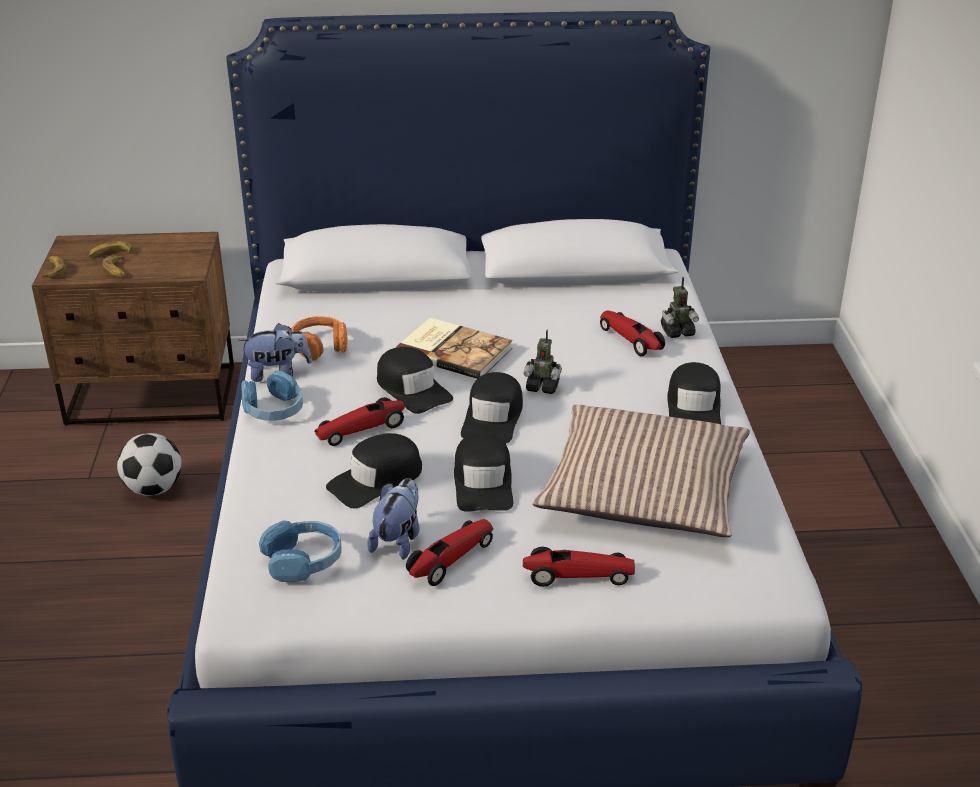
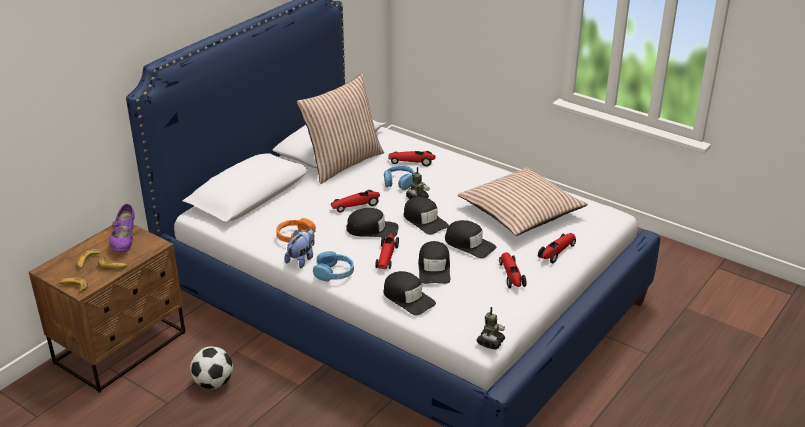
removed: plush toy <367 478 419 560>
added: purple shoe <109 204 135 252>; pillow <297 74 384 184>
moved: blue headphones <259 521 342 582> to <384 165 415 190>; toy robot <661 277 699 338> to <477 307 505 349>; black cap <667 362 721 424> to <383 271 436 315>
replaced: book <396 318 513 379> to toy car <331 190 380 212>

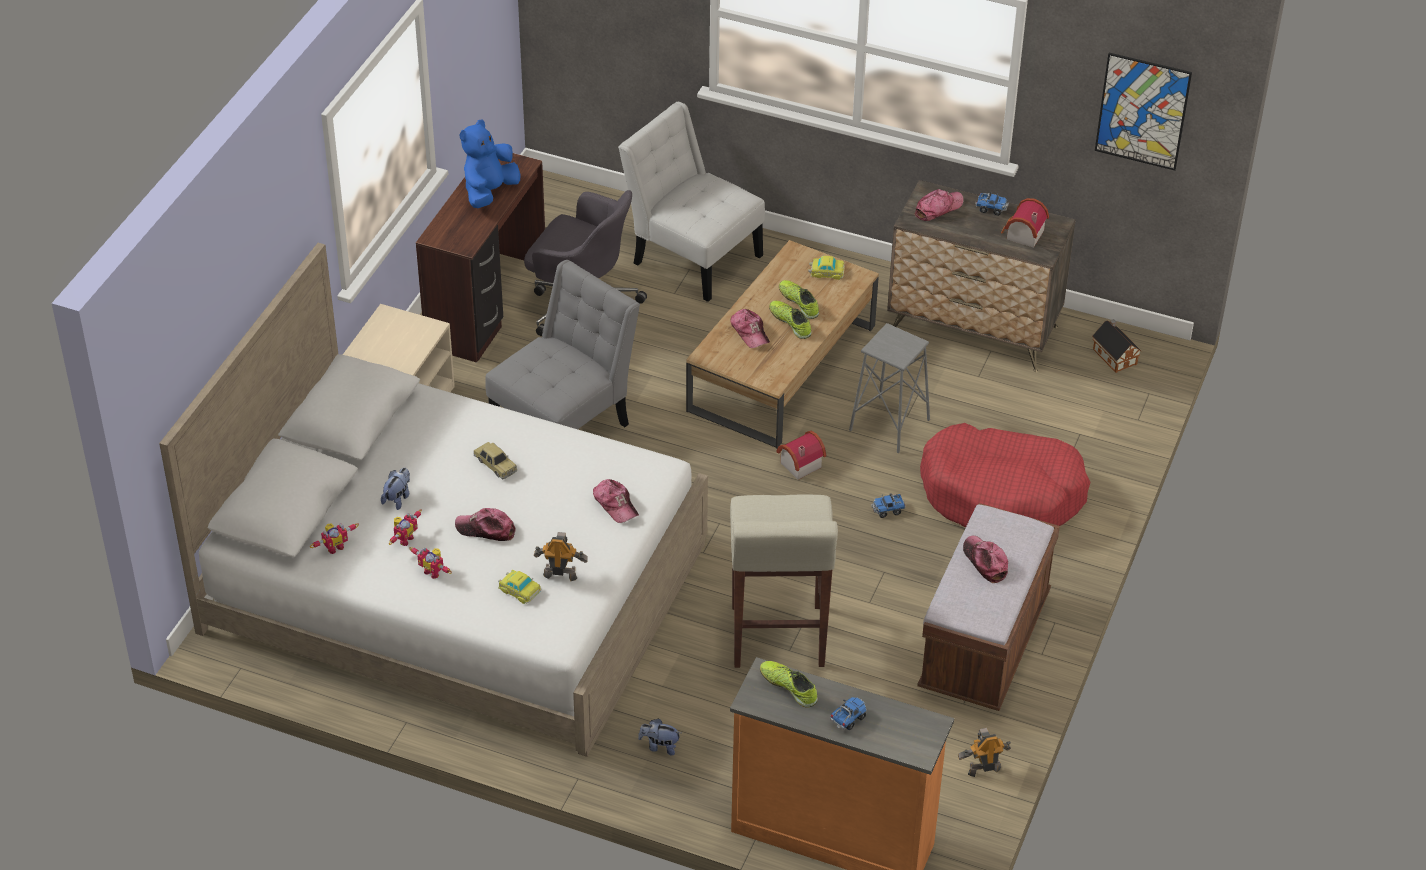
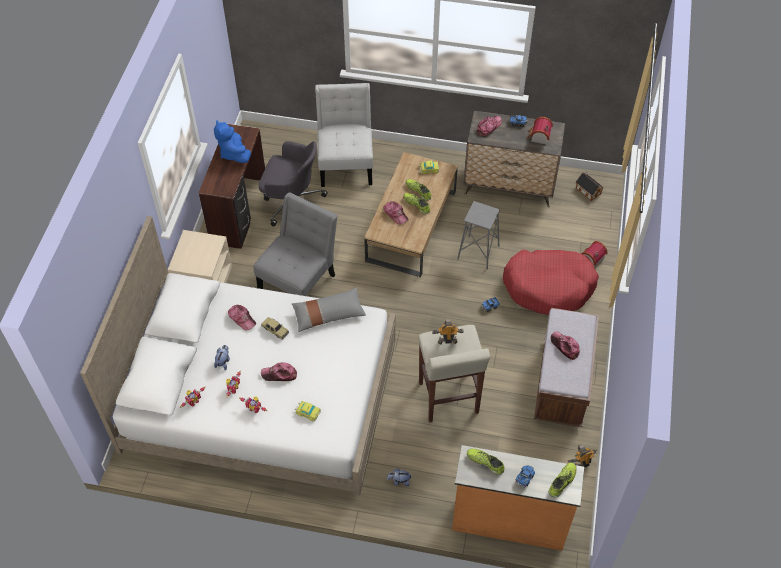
removed: picture <1095 53 1192 171>
added: grey pillow <292 288 366 332>; shoe <549 462 576 497>
moved: toy robot <534 532 587 581> to <432 319 464 345>; cap <593 479 639 523> to <228 305 256 331>; toy house <776 431 826 480> to <581 241 608 268>
turned: blue plush toy <460 119 521 208> = <214 120 251 163> 45 degrees counterclockwise; white chair <618 102 765 302> = <315 83 373 187> 60 degrees clockwise

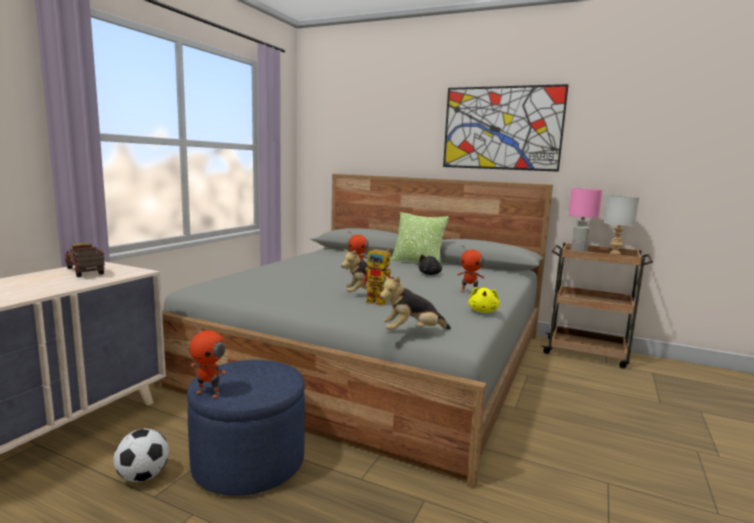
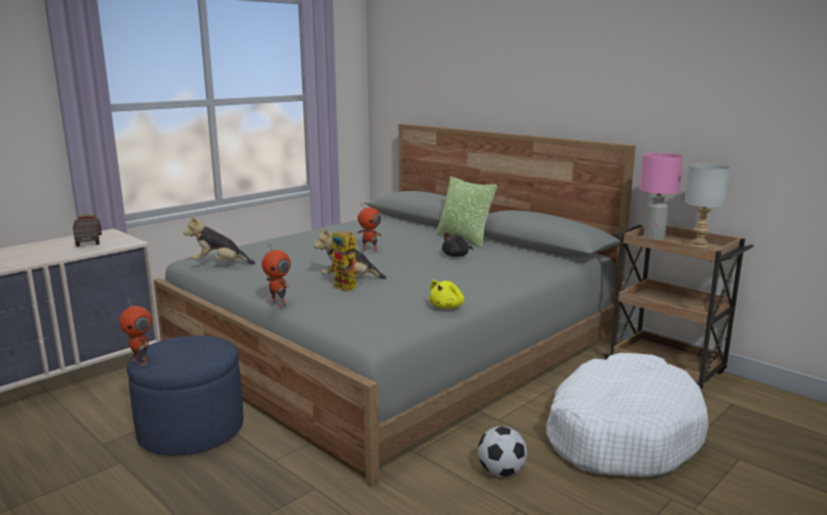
removed: picture <443 84 569 172>
added: white dog bed <546 353 709 478>
moved: football <113 429 169 482> to <478 426 527 477>; plush toy <380 274 451 330> to <183 216 255 264>; toy robot <457 245 485 292> to <262 243 291 307>

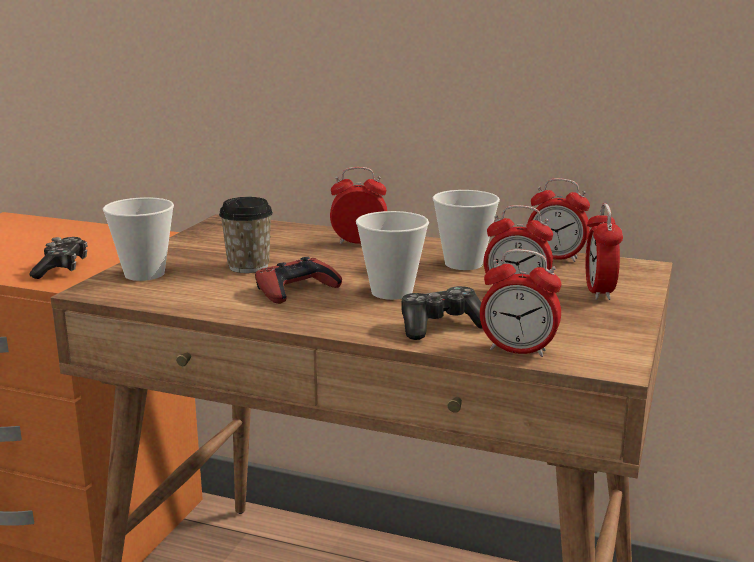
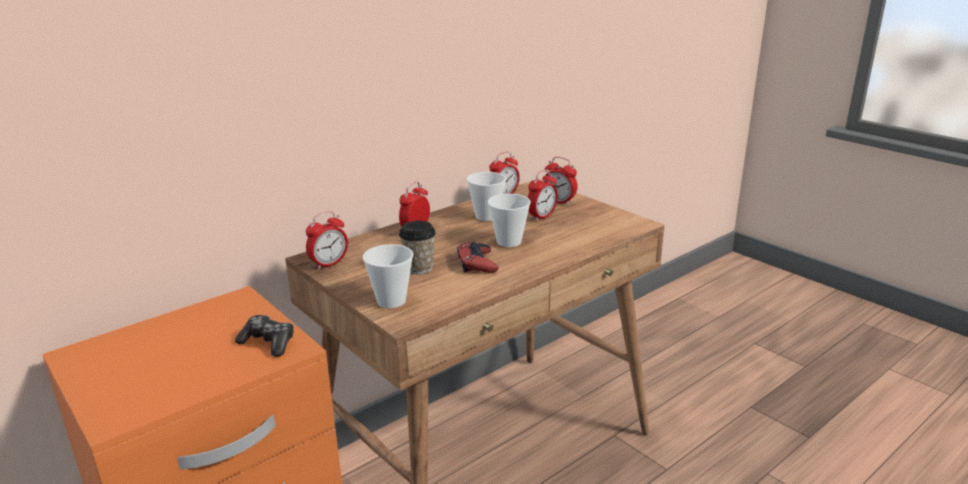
removed: game controller <402 286 482 340>
moved: alarm clock <480 249 561 357> to <306 211 348 270>

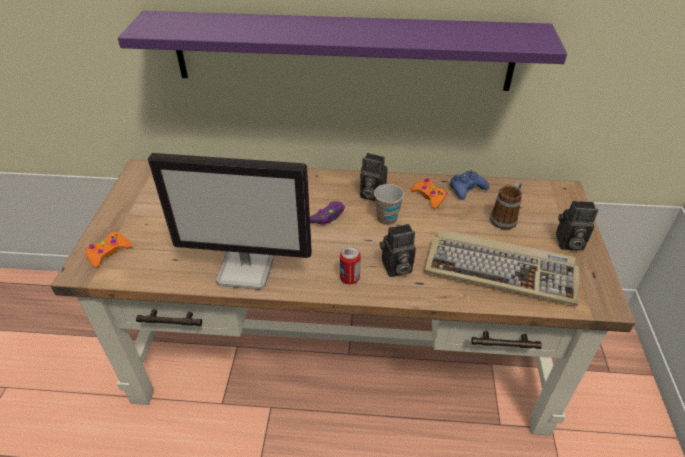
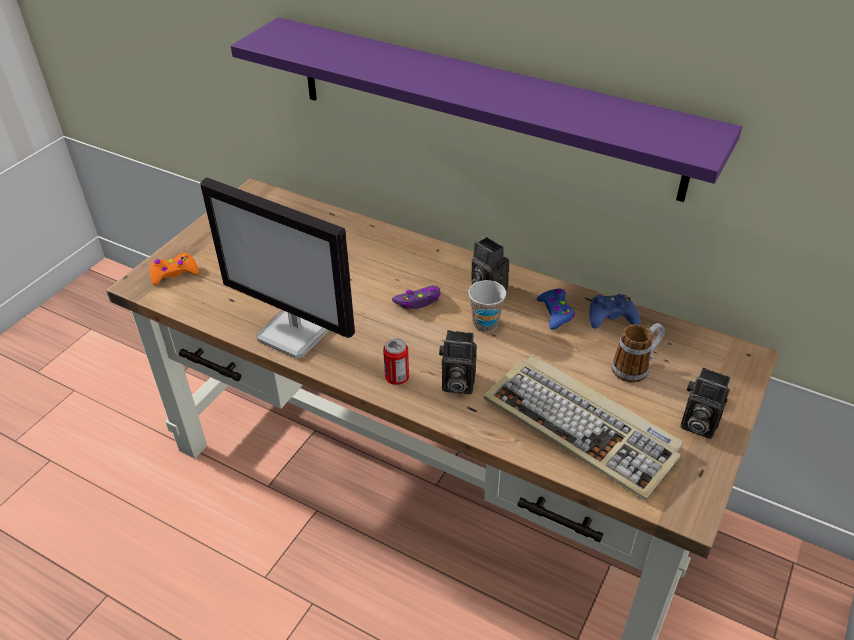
recoloured: orange game controller <410 178 447 209> to blue game controller <537 289 575 330>

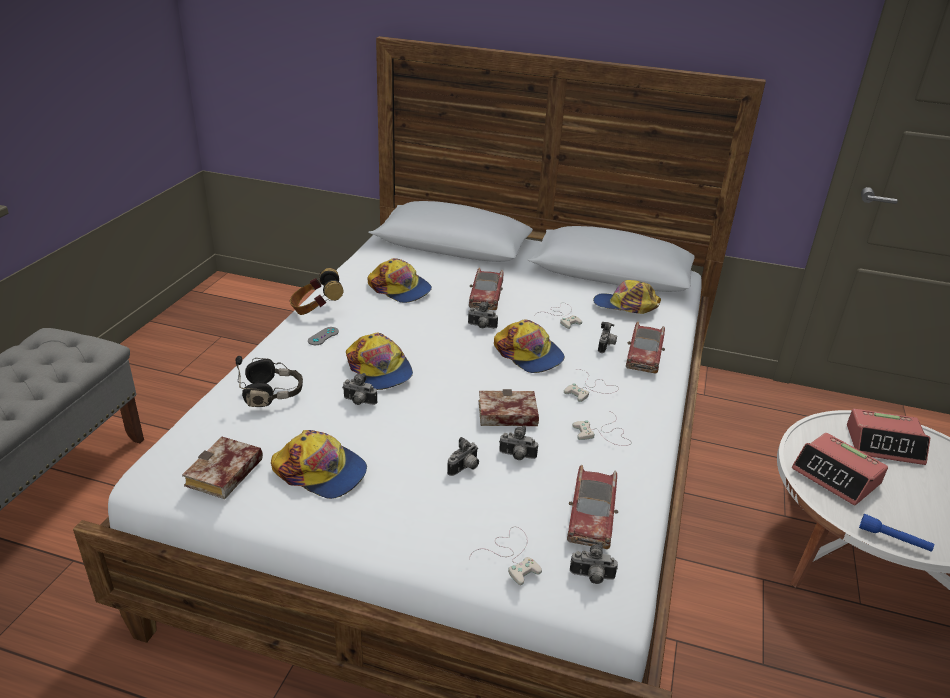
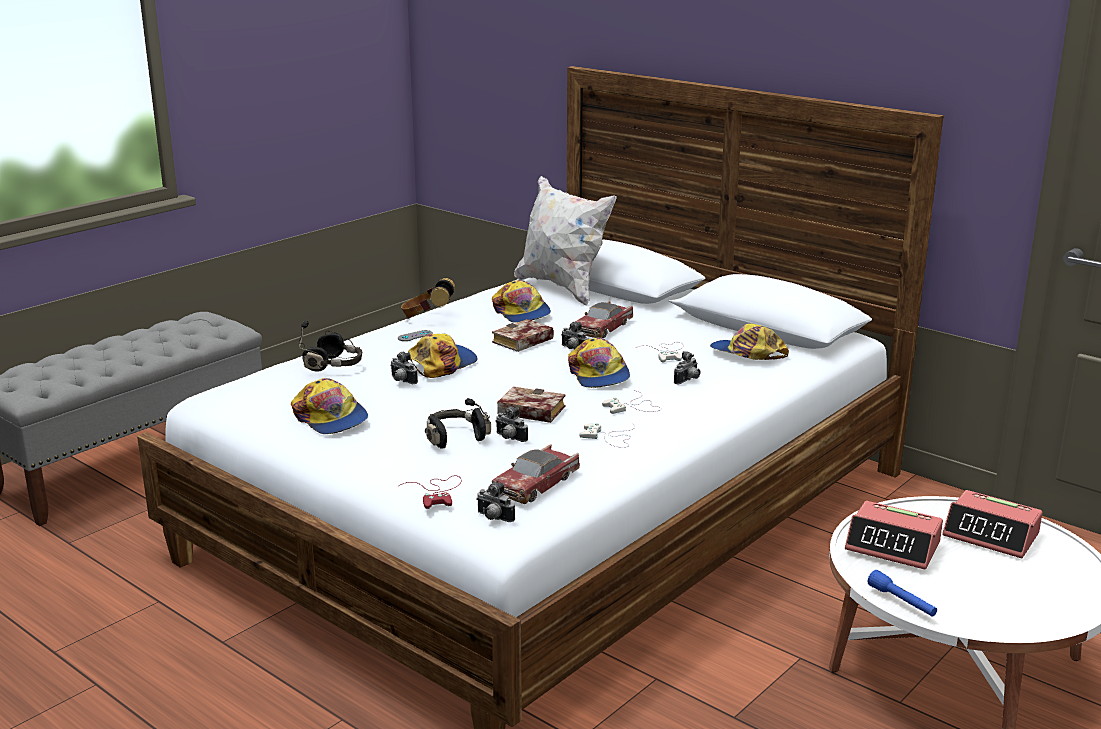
removed: toy car <626 321 665 374>
added: white pillow <514 176 617 306>
moved: book <182 437 263 499> to <492 319 554 352>
replaced: photo camera <447 437 479 476> to black headphones <425 398 491 449>
recoloured: white game controller <469 527 542 585> to red game controller <399 475 462 509>
turned: cap <346 333 413 390> = <408 333 478 378> 135 degrees counterclockwise; alarm clock <792 433 888 506> = <845 501 943 570> 45 degrees counterclockwise

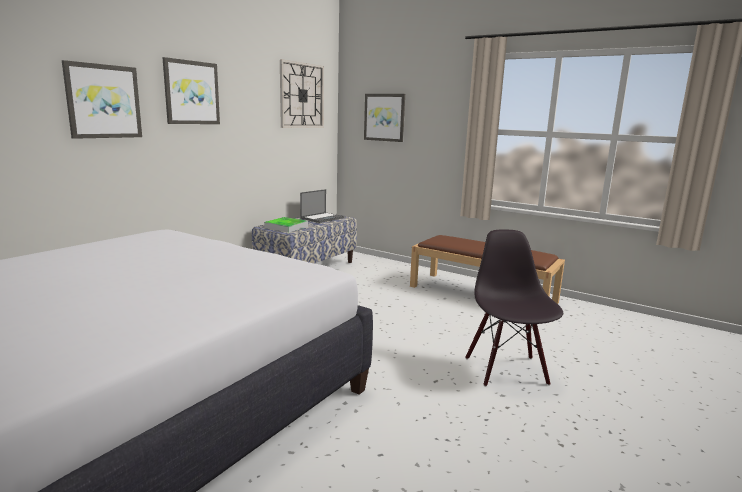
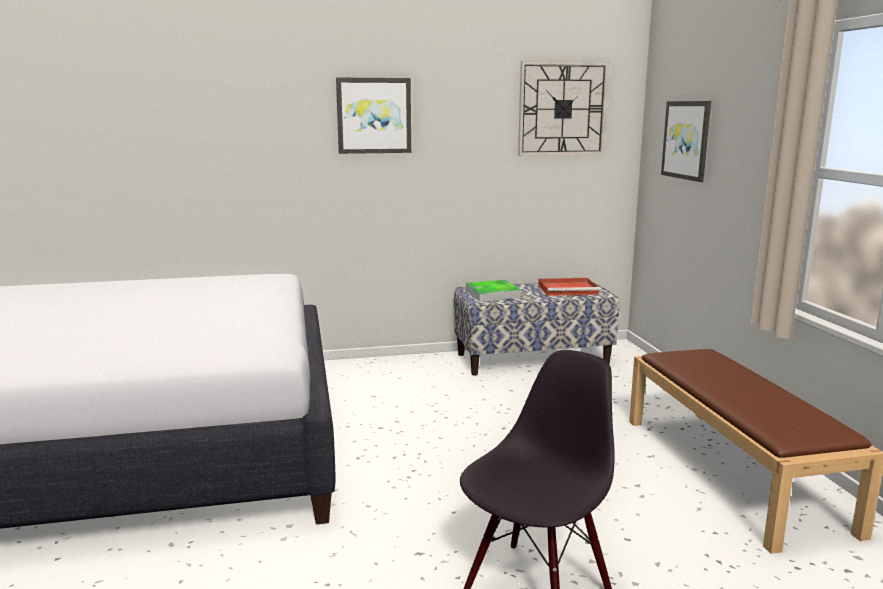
removed: picture <62 60 142 139>
replaced: laptop <300 189 344 223> to red tray <538 278 599 296>

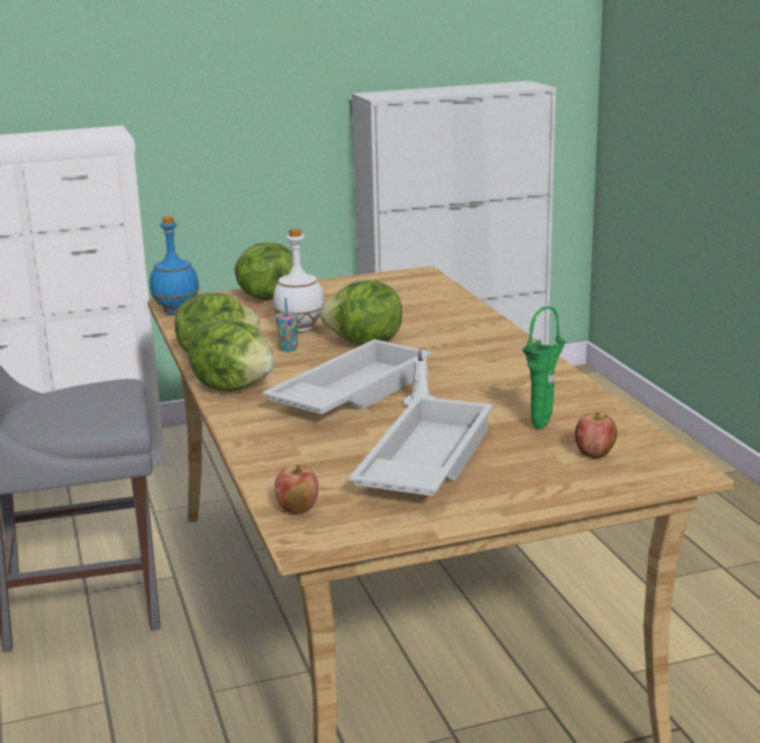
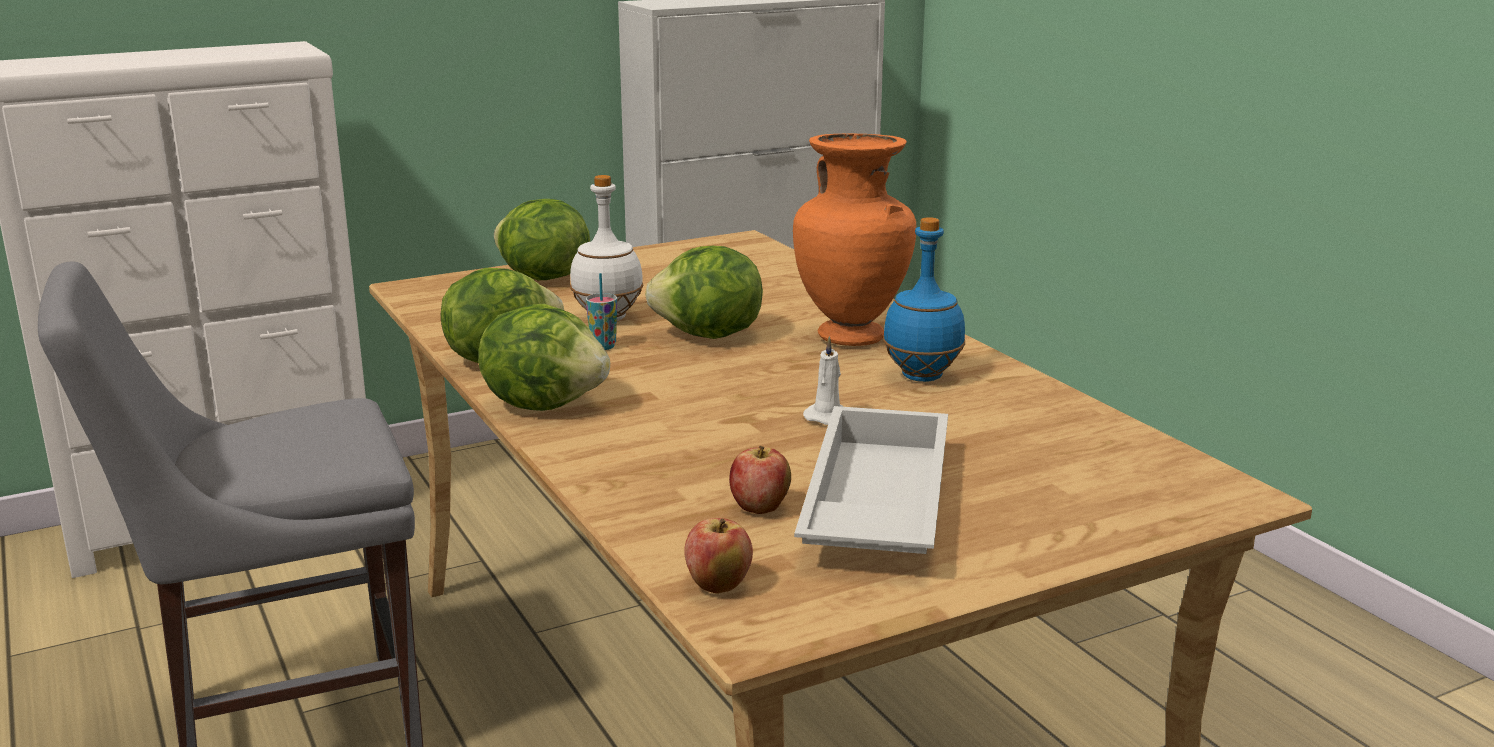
removed: white tray <262 339 431 414>; green vase <522 306 566 430>
added: orange vase <793 133 916 346>
moved: blue bottle <150 216 199 315> to <883 217 965 382>; apple <575 412 617 458> to <729 446 791 514>

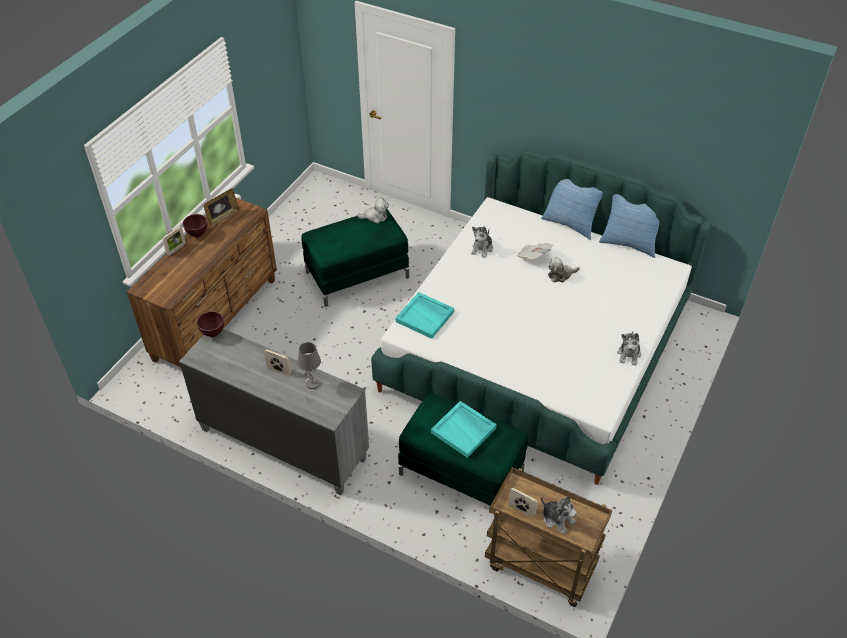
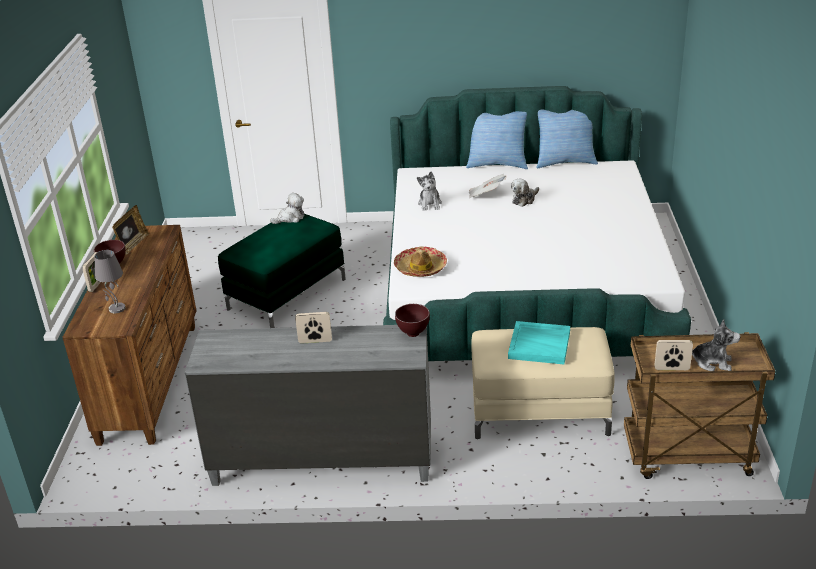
removed: plush toy <617 332 641 366>
moved: brown bowl <197 311 224 337> to <395 304 430 337>; grey table lamp <298 342 321 389> to <94 250 126 313>
replaced: turquoise tray <396 292 454 339> to hat <394 247 447 277>
recoloured: green ottoman <398 393 528 517> to beige ottoman <471 327 615 439>

